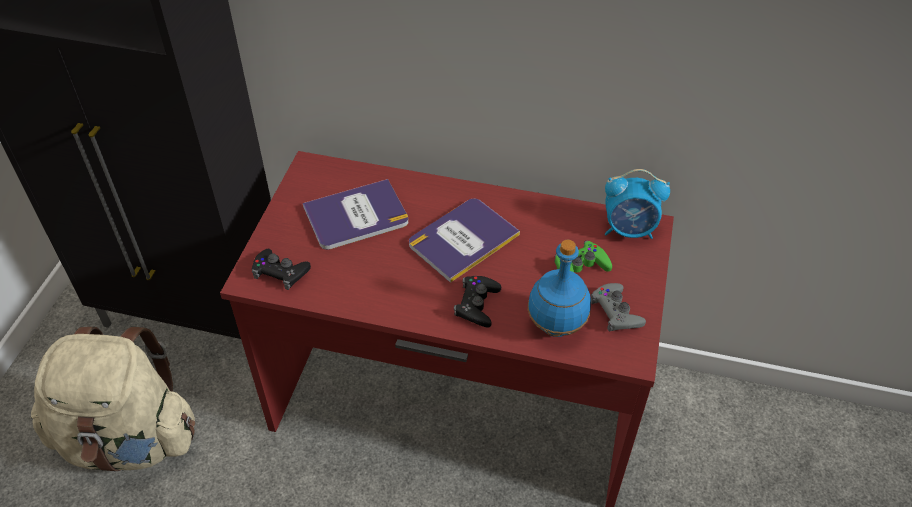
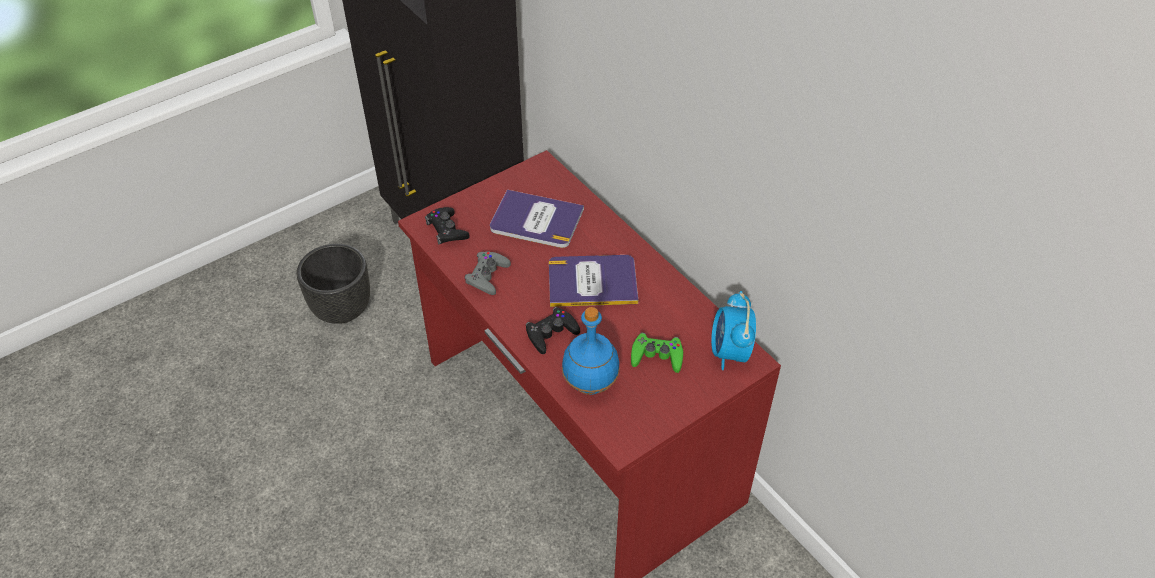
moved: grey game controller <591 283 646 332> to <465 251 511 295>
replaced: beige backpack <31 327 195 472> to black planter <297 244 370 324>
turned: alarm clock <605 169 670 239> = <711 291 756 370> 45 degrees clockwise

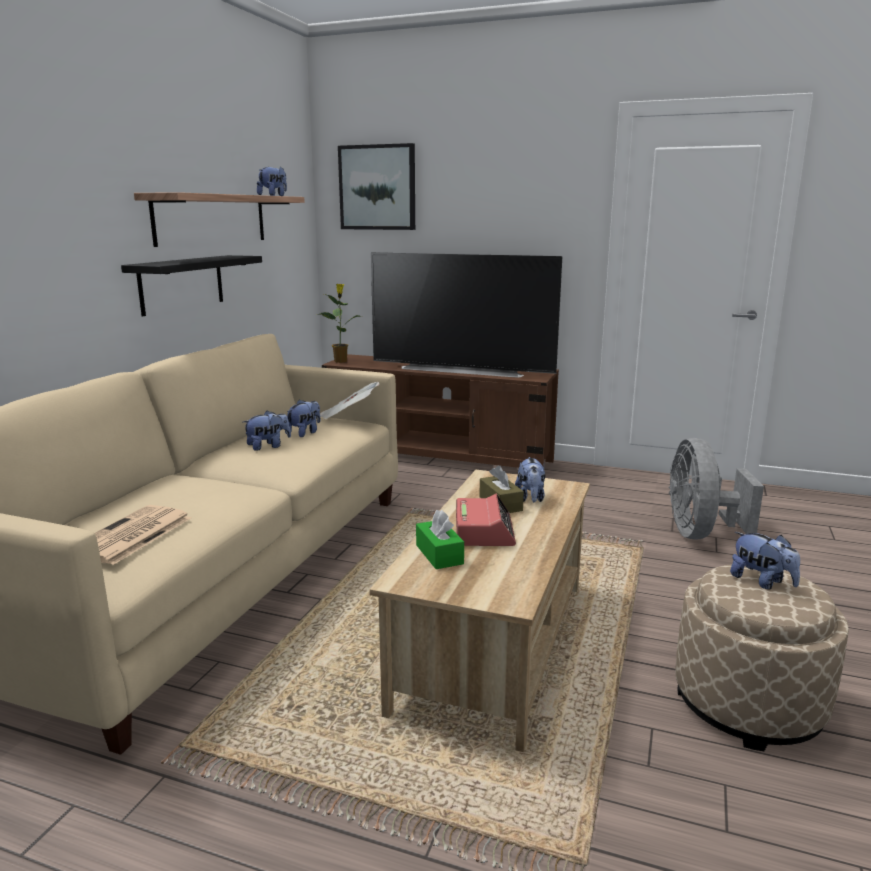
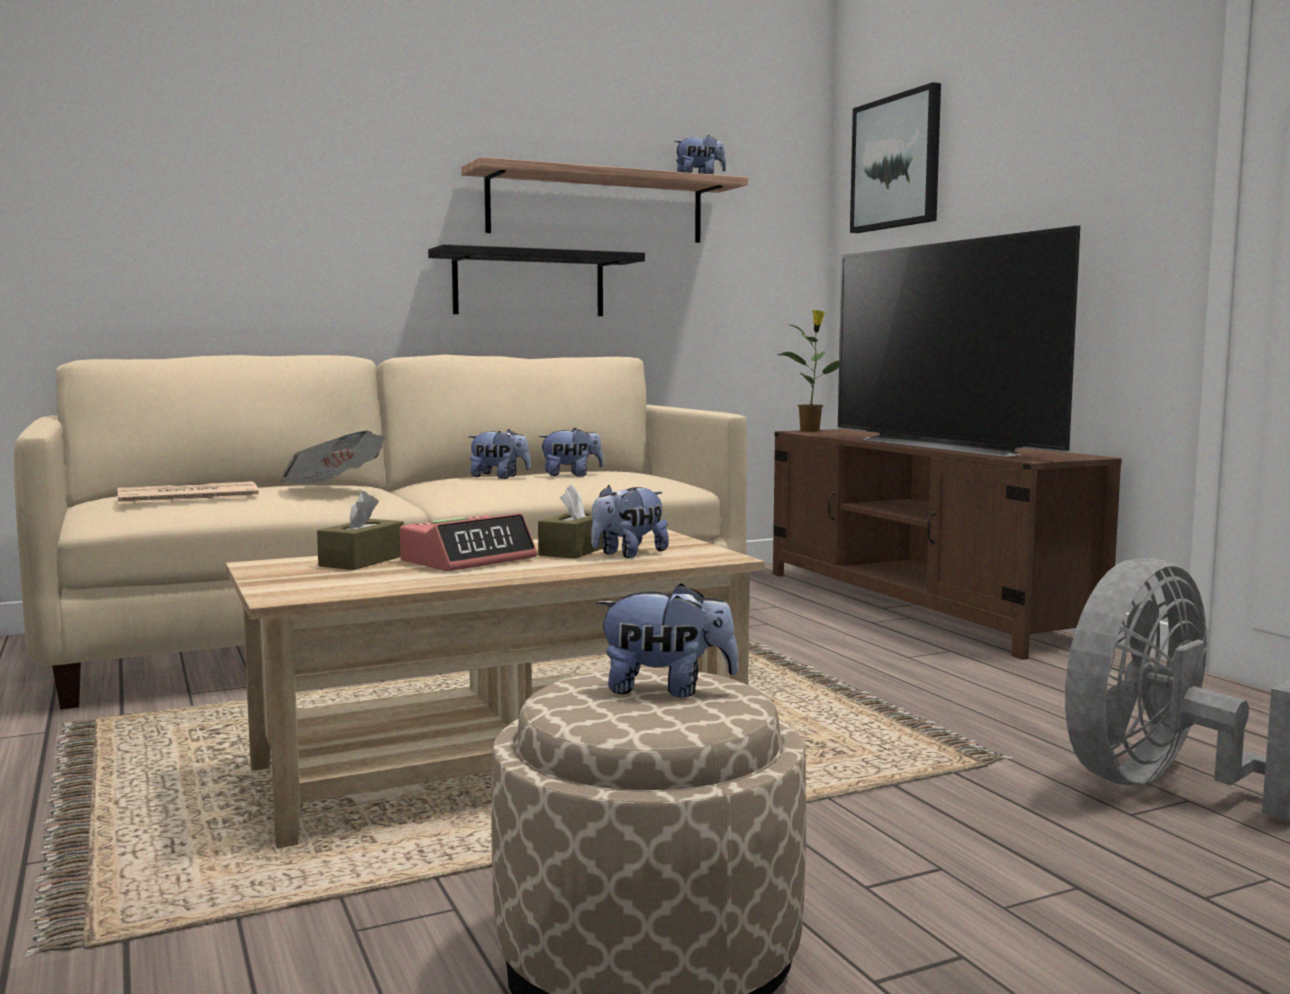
moved: newspaper <320 382 379 420> to <280 431 385 484>
recoloured: green tissue box <416 510 464 569> to brown tissue box <317 491 404 570>
turned: plush toy <730 532 800 590> = <596 583 739 697> 90 degrees counterclockwise

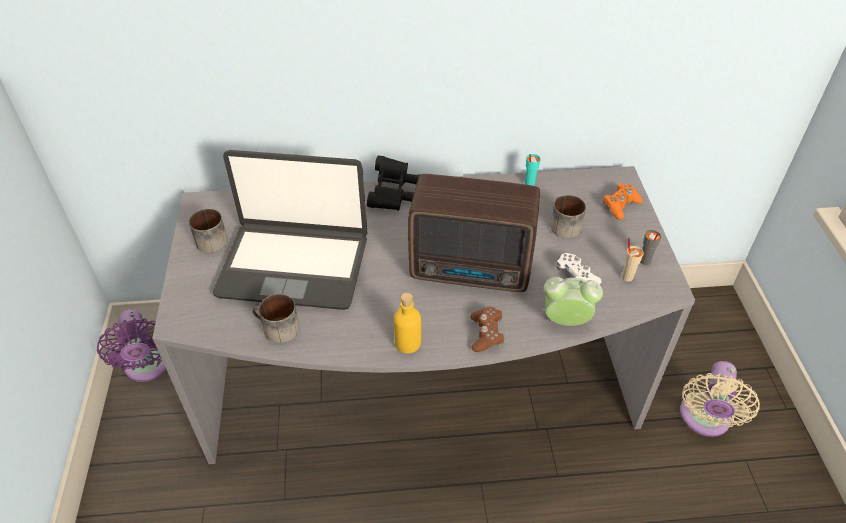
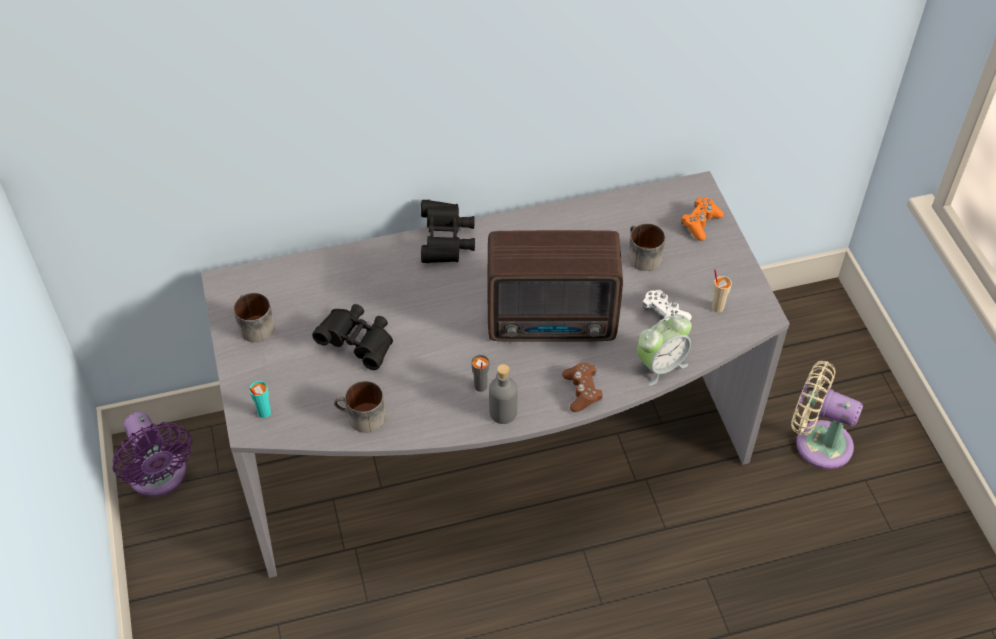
moved: turquoise cup <525 154 541 186> to <249 381 271 418>; grey cup <640 230 661 265> to <471 355 489 392>
replaced: laptop <213 150 368 310> to black binoculars <312 304 393 370>
recoloured: yellow bottle <394 293 421 353> to grey bottle <489 364 518 424>
turned: alarm clock <543 277 603 326> = <637 314 692 386> 150 degrees clockwise; beige fan <680 361 760 437> = <791 361 863 469> 105 degrees clockwise

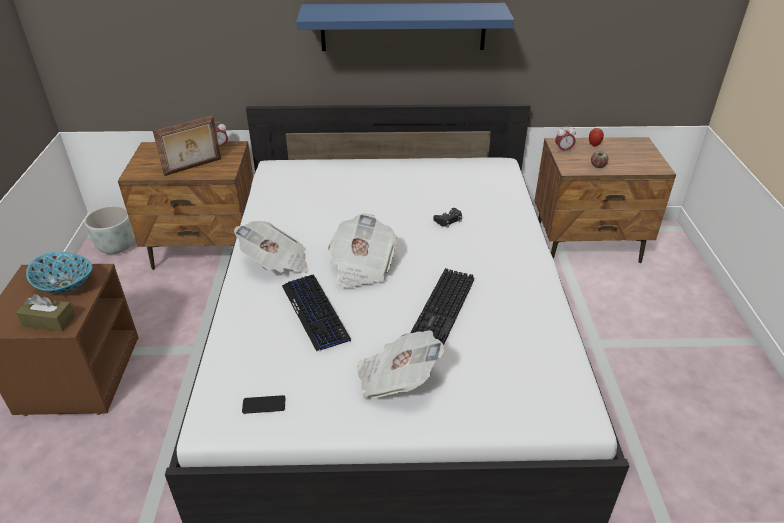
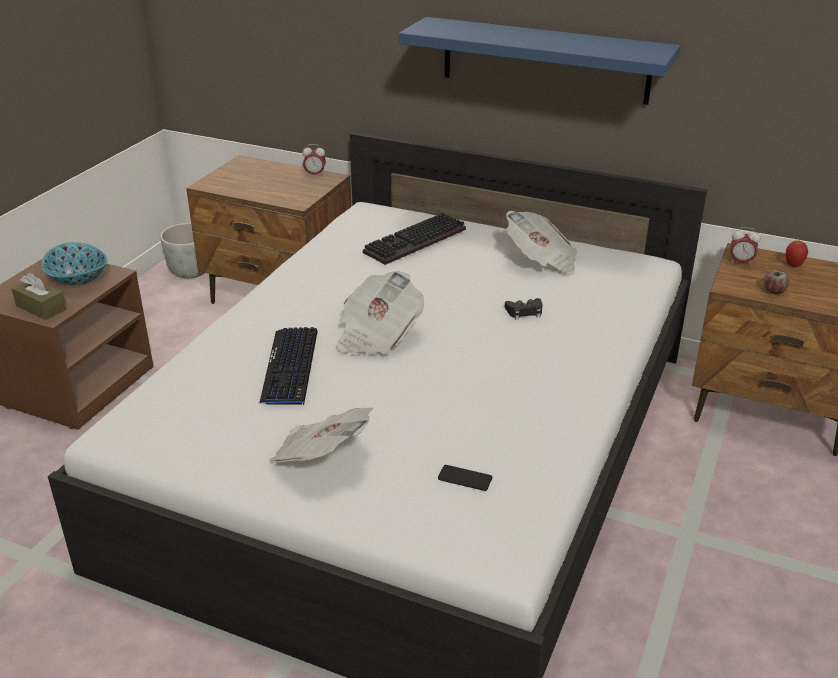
removed: picture frame <153 115 221 176>
moved: newspaper <234 221 309 273> to <506 211 577 275>; phone <242 395 285 414> to <438 465 492 491>; keyboard <410 268 474 346> to <363 213 466 265>

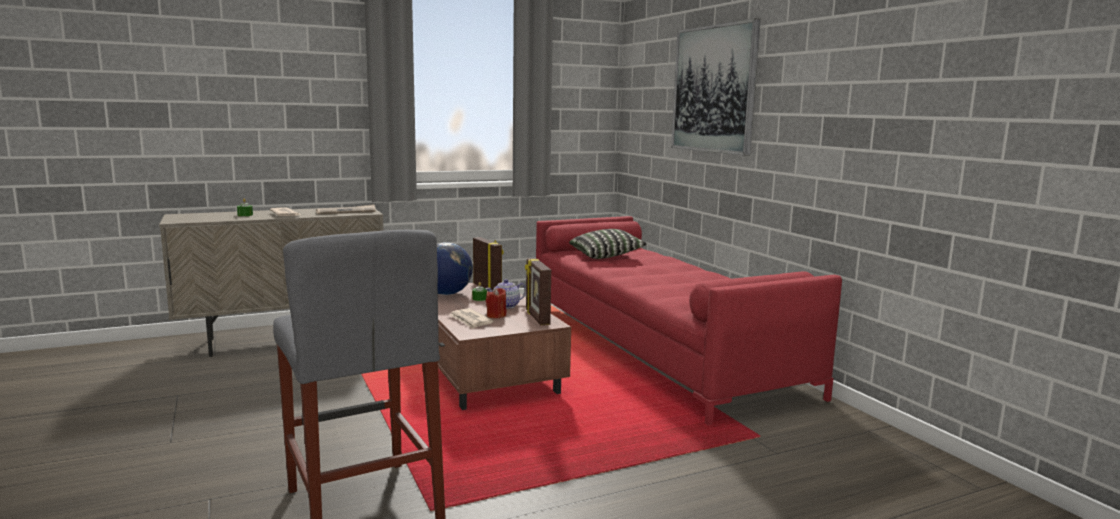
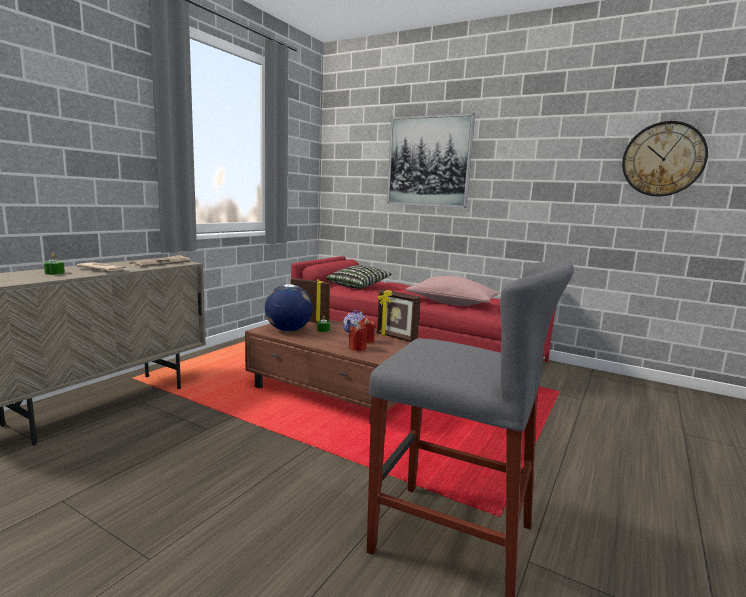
added: pink pillow <406 276 499 306>; wall clock <622 121 708 196>
replaced: newspaper <450 308 493 329> to red candle <349 324 367 351>

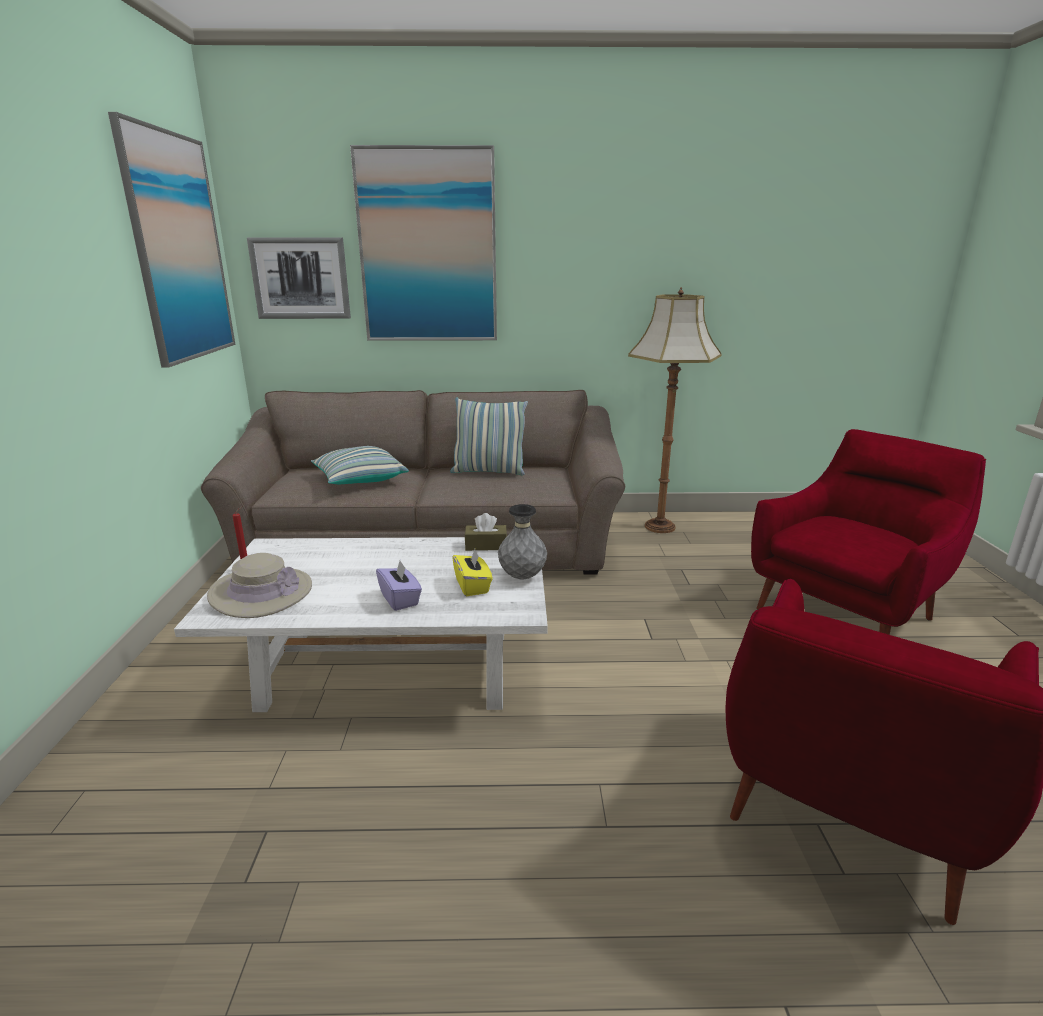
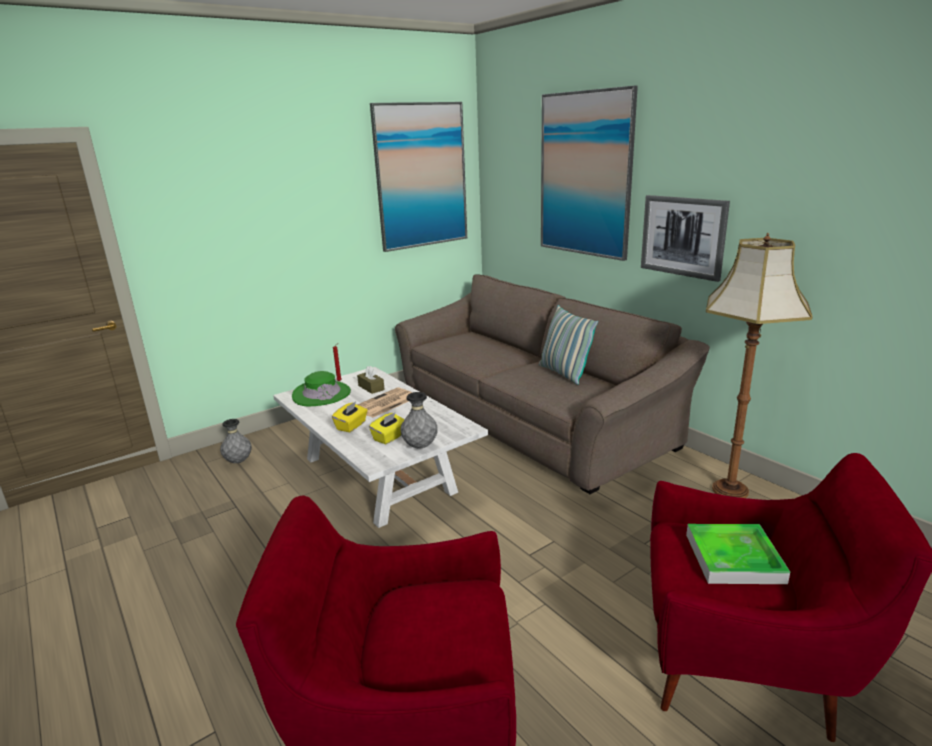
removed: pillow <311 446 409 484>
added: grey vase <220 419 252 463>; newspaper <357 387 413 418>; tray <686 524 790 584>
moved: picture <247 237 351 319> to <641 195 730 282>; brown tissue box <465 513 507 551> to <357 366 385 394>
recoloured: beige hat <207 553 312 618> to green hat <292 371 351 406>; purple tissue box <376 561 422 611> to yellow tissue box <332 401 368 432>

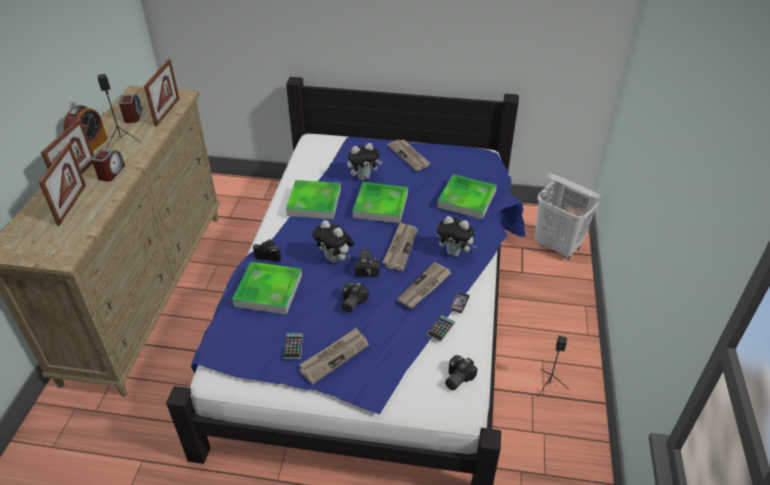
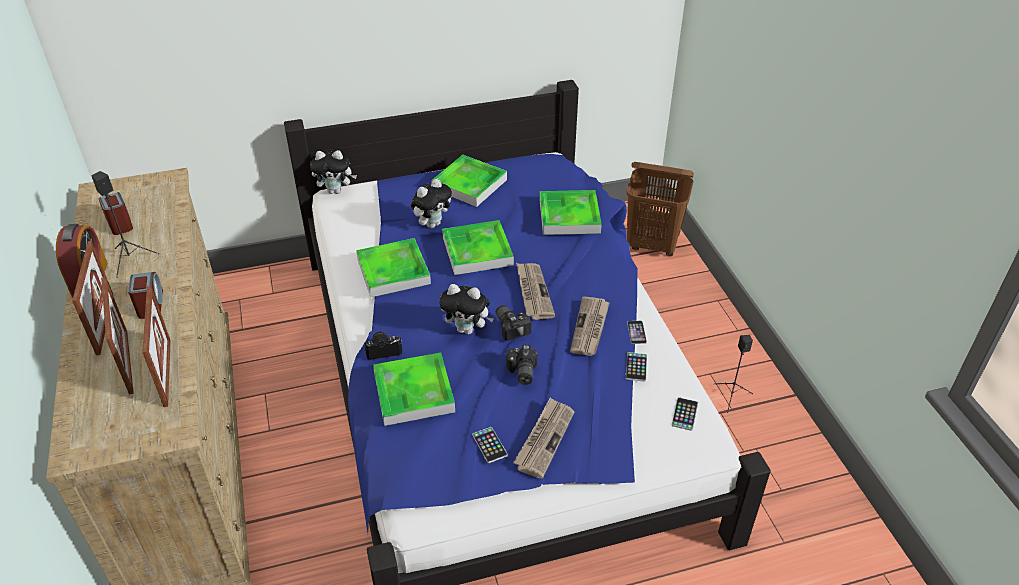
moved: picture frame <144 59 179 126> to <142 286 171 407>; plush toy <437 216 477 257> to <310 150 357 194>
replaced: newspaper <387 140 431 171> to tray <431 155 507 207>; photo camera <445 355 478 390> to phone <672 397 698 431>
recoloured: white laundry basket <535 173 600 259> to brown laundry basket <626 162 694 256>

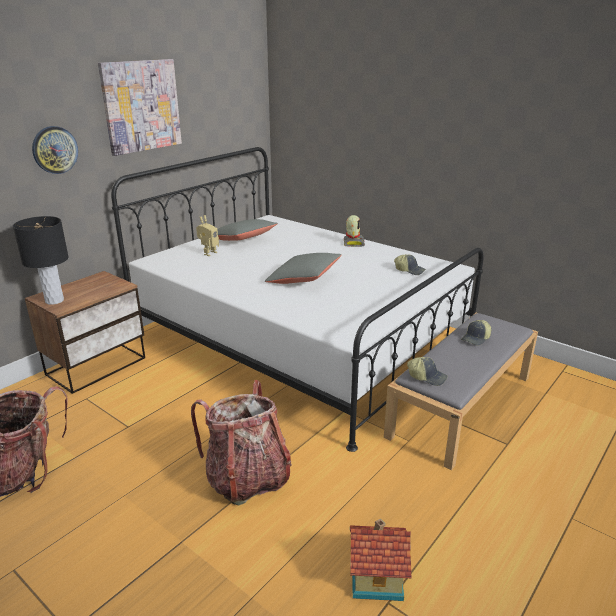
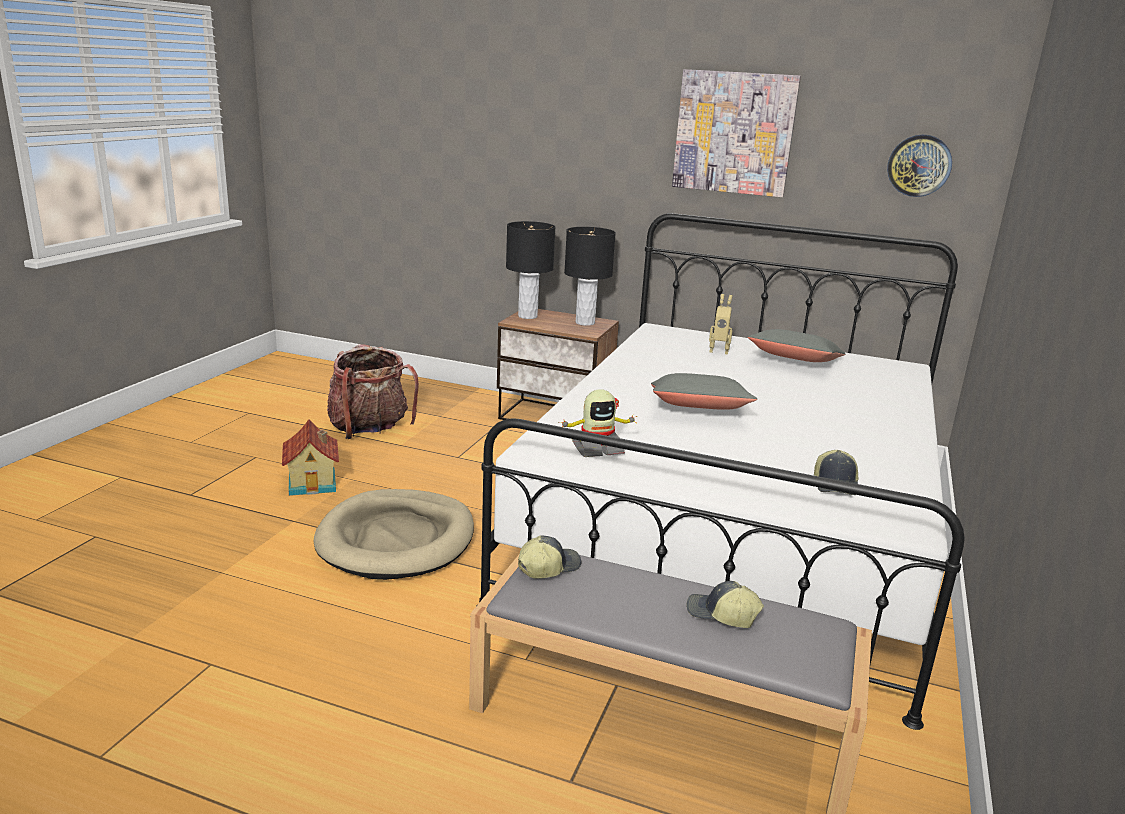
added: black table lamp <564 227 616 326>
moved: wall clock <32 126 78 174> to <887 135 952 197>; toy robot <344 215 365 247> to <560 389 638 457>; toy house <350 519 412 601> to <282 419 339 496>
replaced: backpack <191 380 292 505> to beige dog bed <314 489 474 580>
turned: cap <407 357 448 386> = <518 535 581 579> 135 degrees counterclockwise

